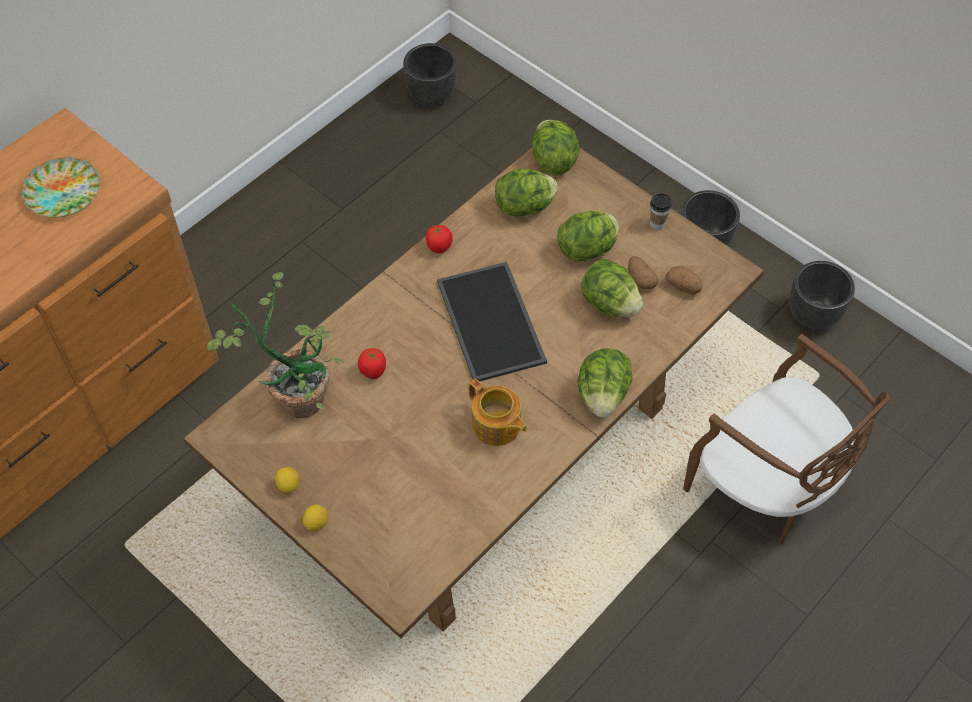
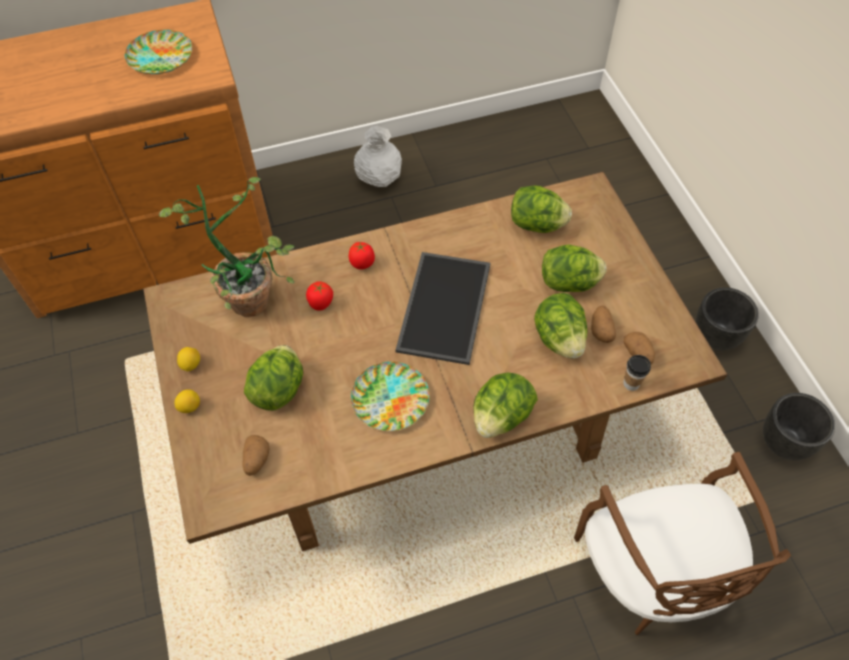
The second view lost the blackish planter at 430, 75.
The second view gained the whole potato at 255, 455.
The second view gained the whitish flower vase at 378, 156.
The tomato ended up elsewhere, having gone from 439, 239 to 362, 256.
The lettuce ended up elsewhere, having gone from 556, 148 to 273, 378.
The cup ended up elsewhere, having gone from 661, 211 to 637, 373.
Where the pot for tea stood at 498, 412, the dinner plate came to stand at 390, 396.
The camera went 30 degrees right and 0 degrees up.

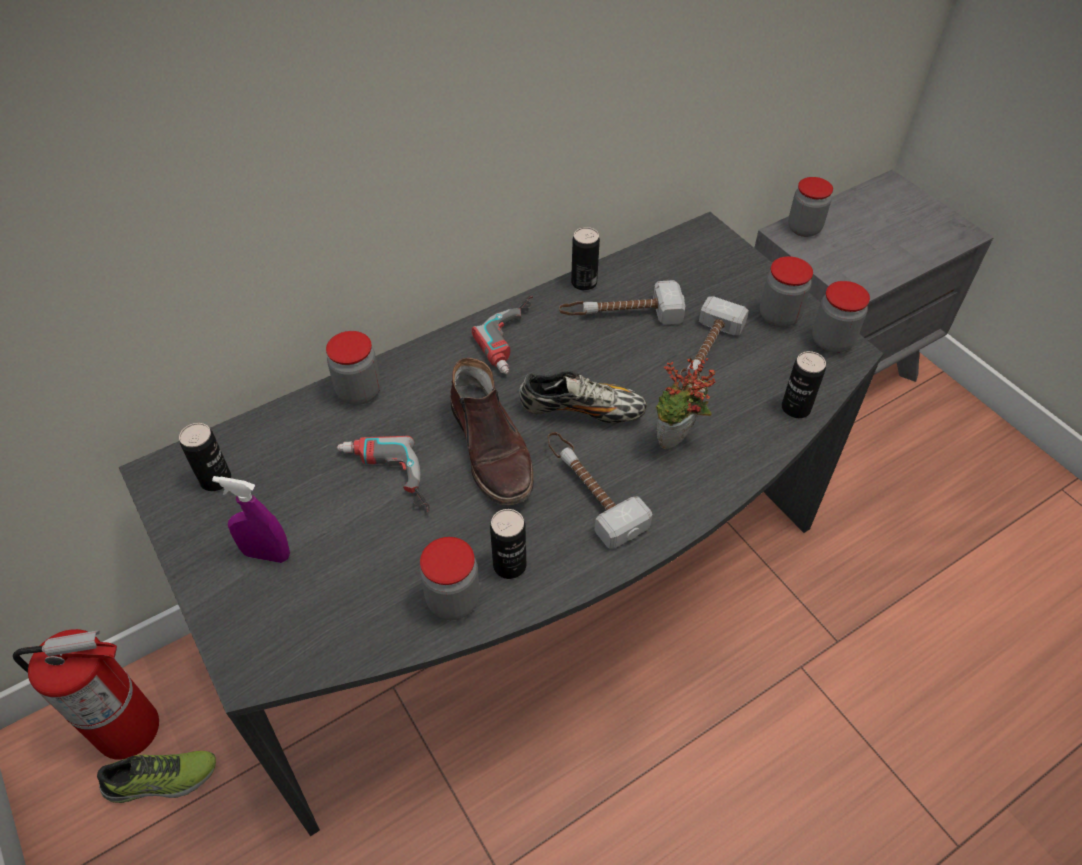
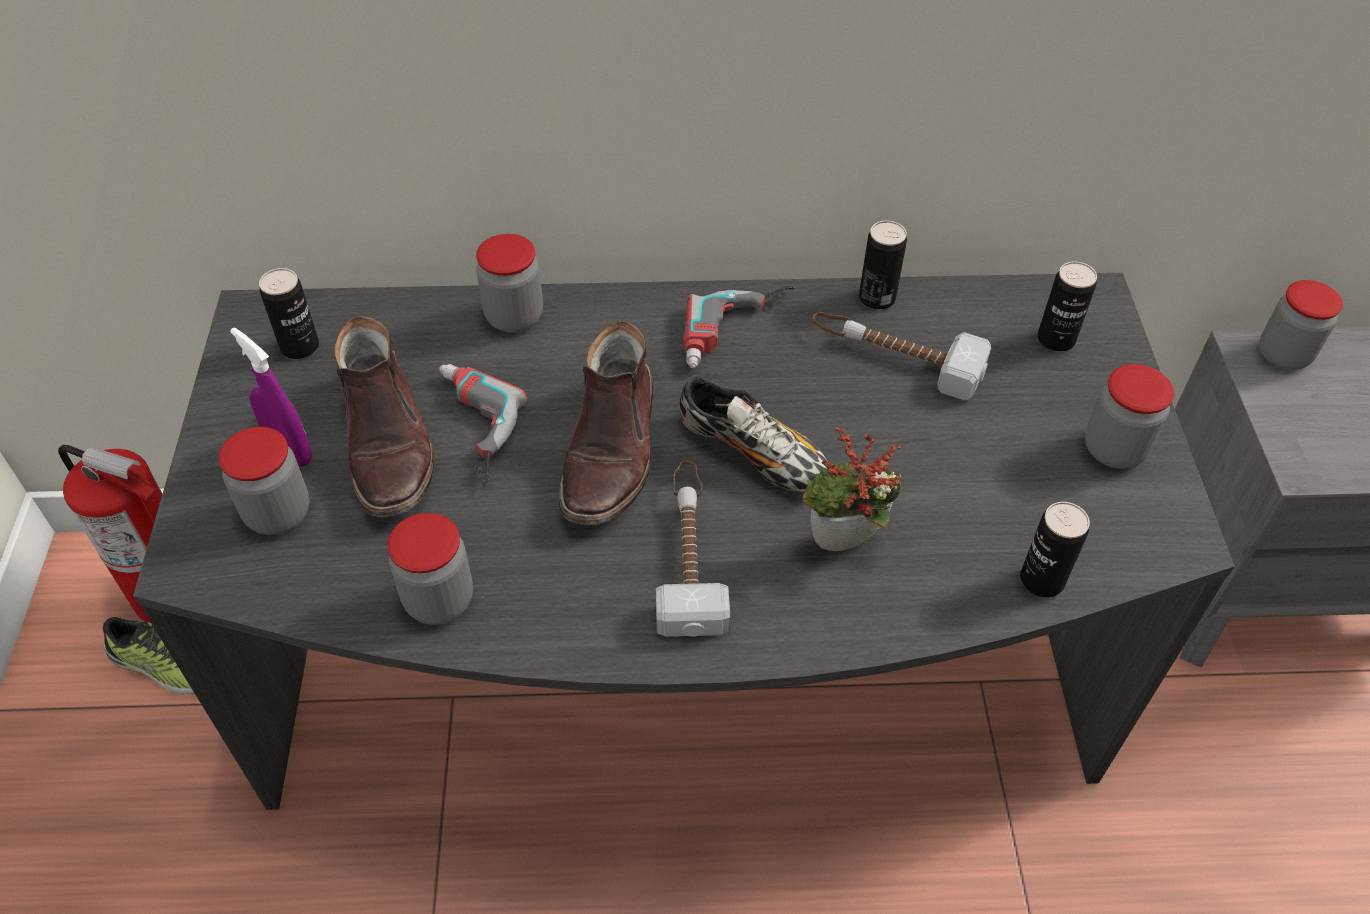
The second view lost the hammer at 713, 343.
The second view gained the brown high-top boot at 384, 416.
The sealed can ended up elsewhere, having gone from 508, 544 to 1067, 306.
The storage jar ended up elsewhere, having gone from 841, 317 to 264, 481.
The camera went 30 degrees right and 0 degrees up.

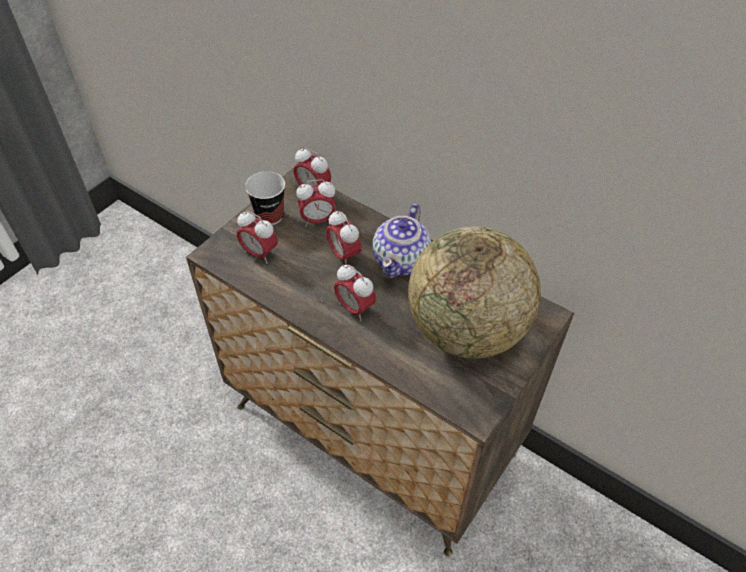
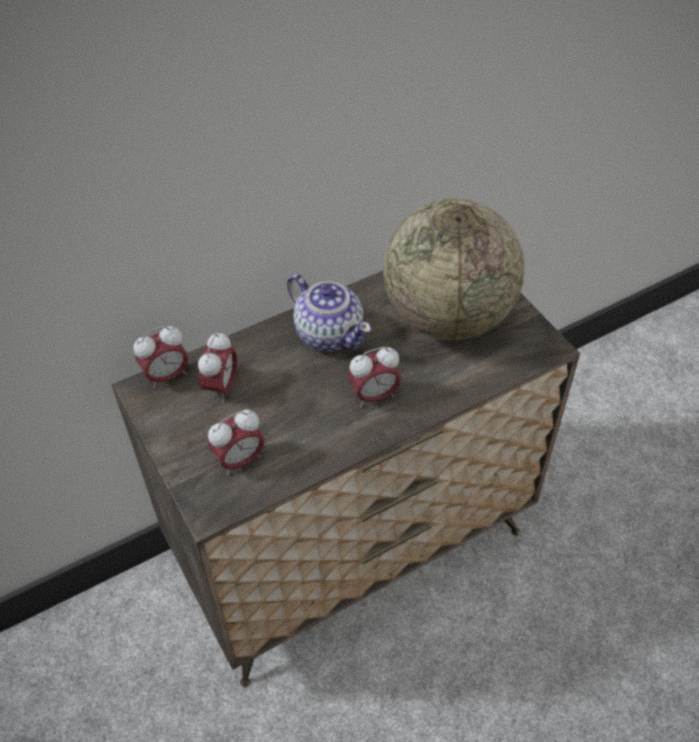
The second view lost the cup at 265, 198.
The second view lost the bedside clock at 344, 237.
The camera went 65 degrees left and 0 degrees up.

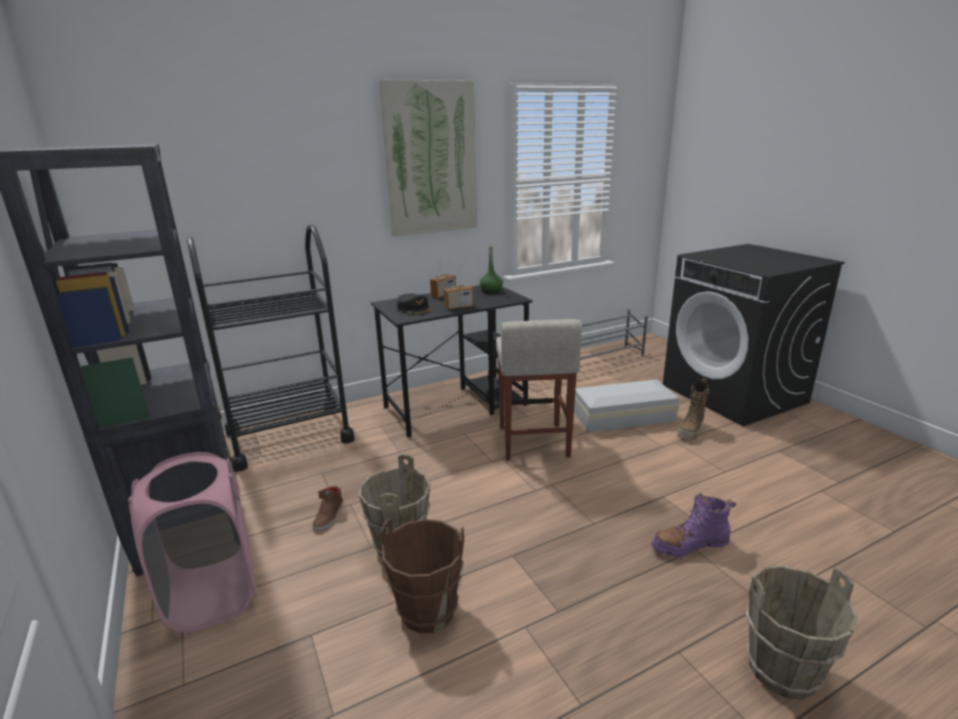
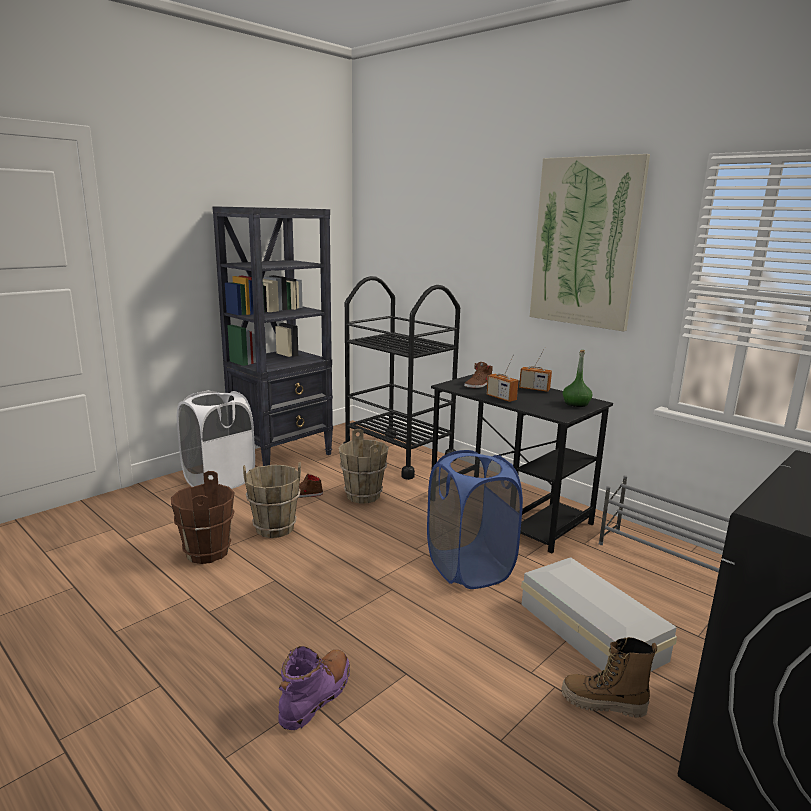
The brown pail ended up elsewhere, having gone from 802, 632 to 364, 466.
Where the blackish baseball cap stood at 414, 304, the brown low shoe came to stand at 478, 375.
Where the sand-coloured sitting stool stood at 539, 390, the blue hamper came to stand at 475, 519.
What was the pinkish hamper at 192, 542 turned into the whitish hamper at 216, 439.
The purple-coloured high-top boot at 693, 525 ended up facing another way, 60 degrees clockwise from before.
The camera went 70 degrees right and 5 degrees down.

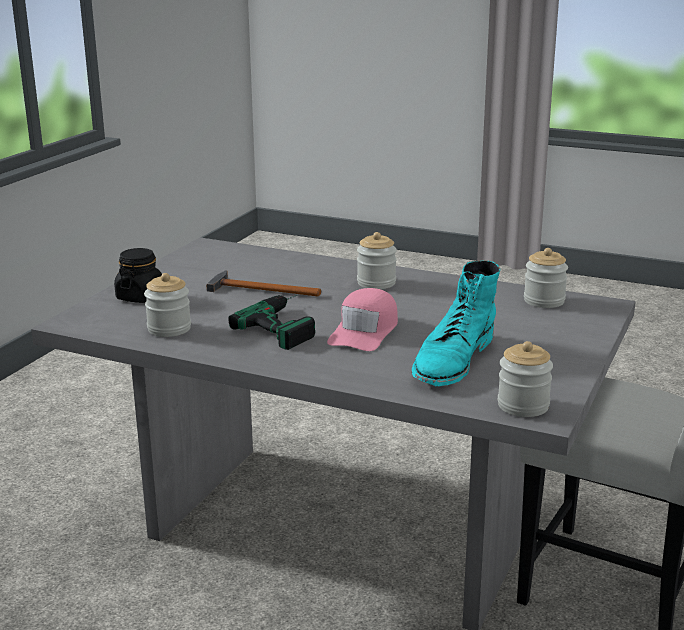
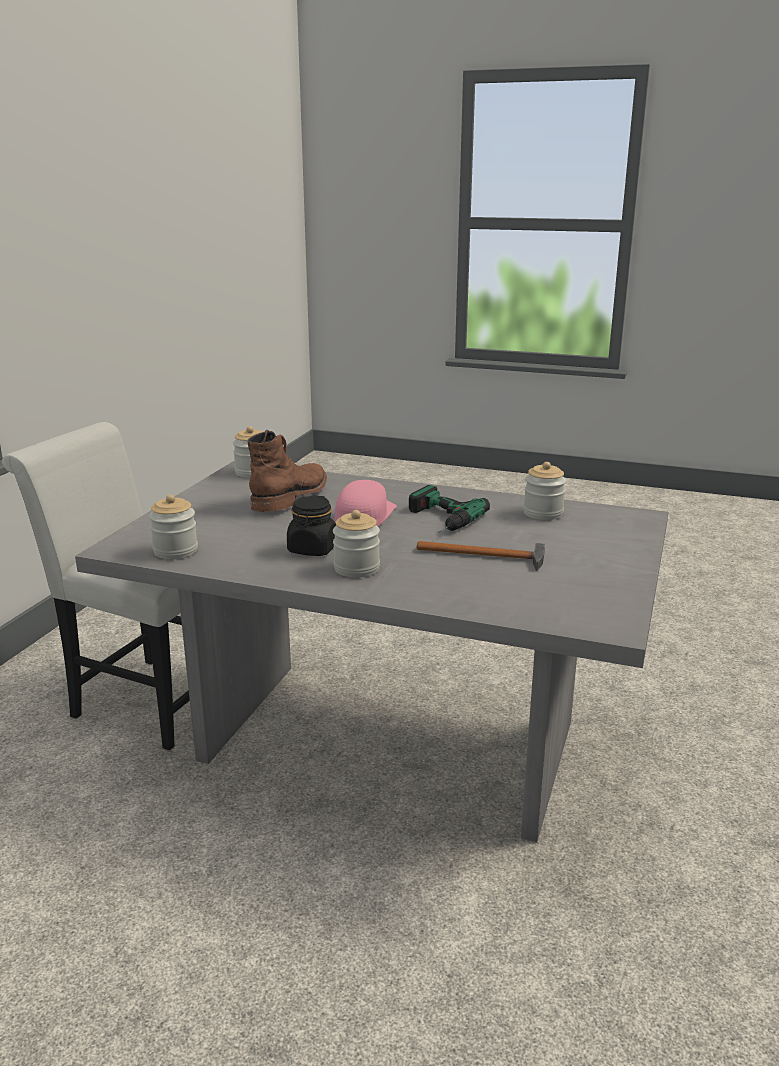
The blackish storage jar ended up elsewhere, having gone from 138, 275 to 311, 525.
What was the turquoise high-top boot at 456, 323 turned into the brown high-top boot at 287, 471.
The camera went 175 degrees right and 0 degrees up.

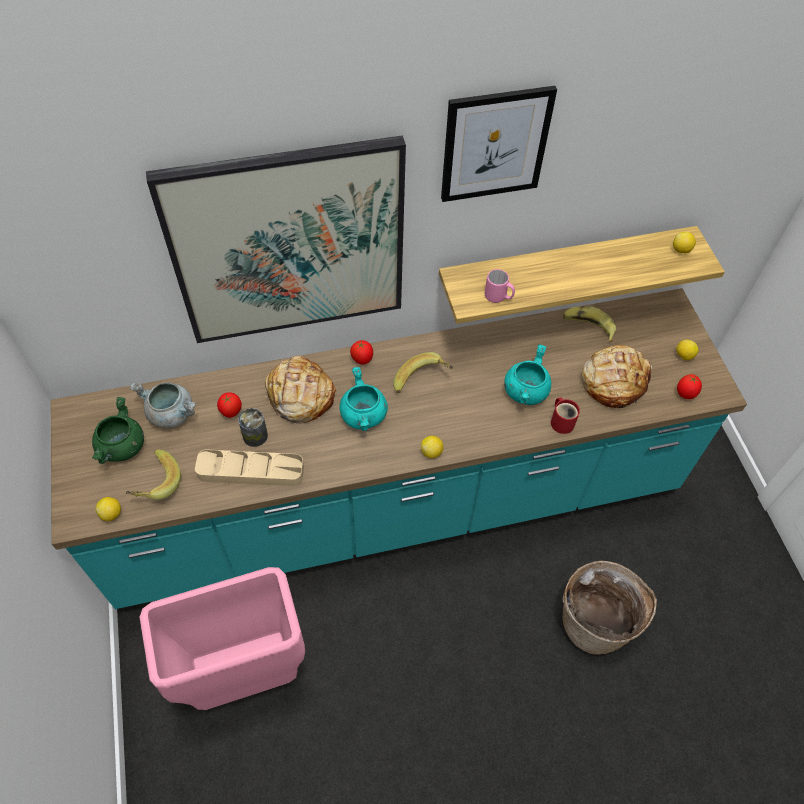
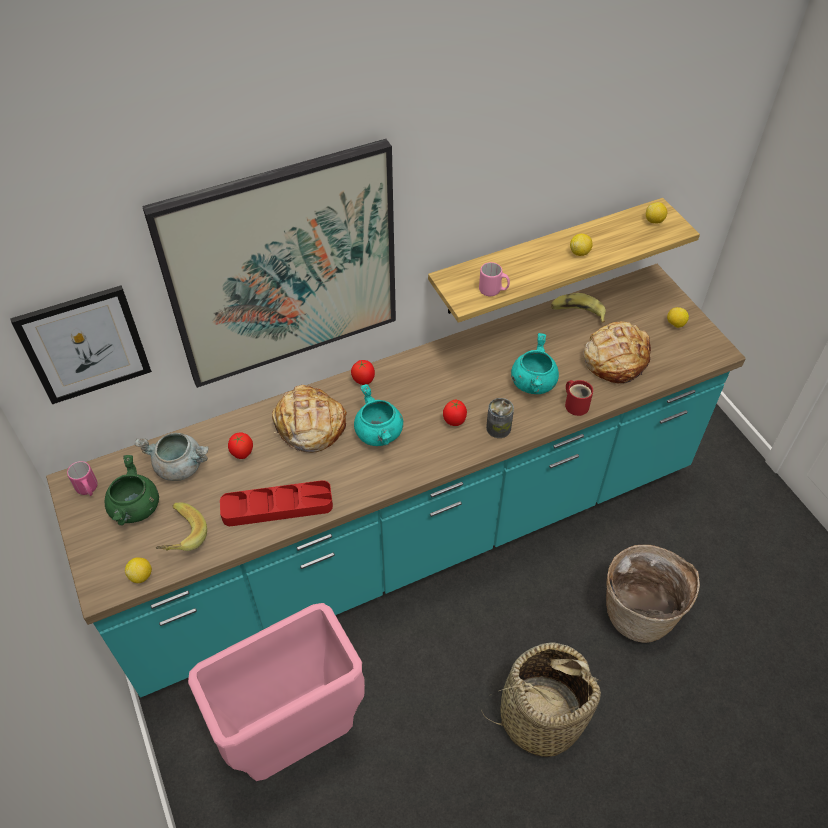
The second view lost the banana at 423, 372.
The second view gained the pinkish coffee mug at 82, 478.
The second view gained the household basket at 541, 699.
The sealed can ended up elsewhere, having gone from 253, 427 to 500, 418.
The lemon ended up elsewhere, having gone from 432, 447 to 581, 245.
The wall art ended up elsewhere, having gone from 499, 144 to 81, 344.
The tomato ended up elsewhere, having gone from 689, 386 to 455, 413.
What was the sand-coloured carrying tray at 249, 467 turned into the red-coloured carrying tray at 276, 503.
The camera went 10 degrees left and 5 degrees down.

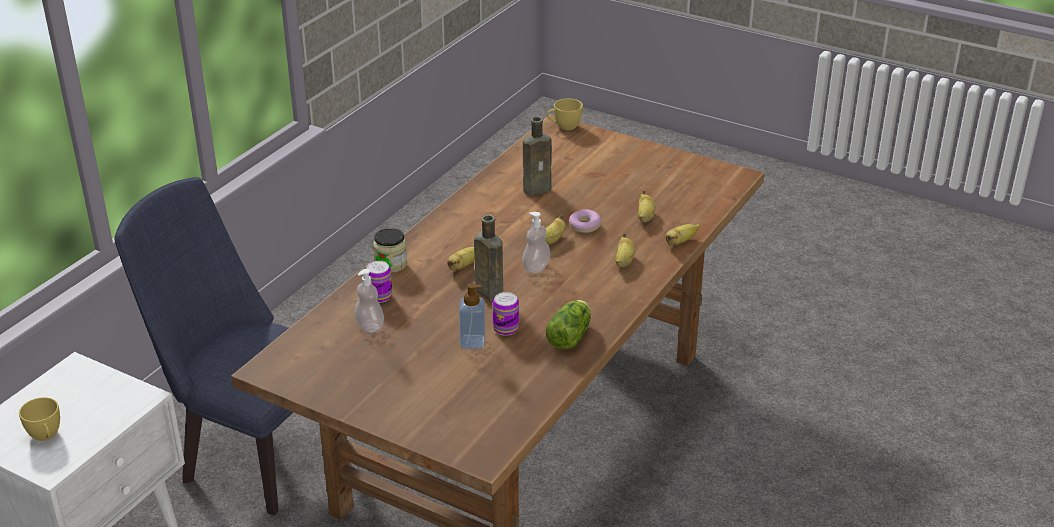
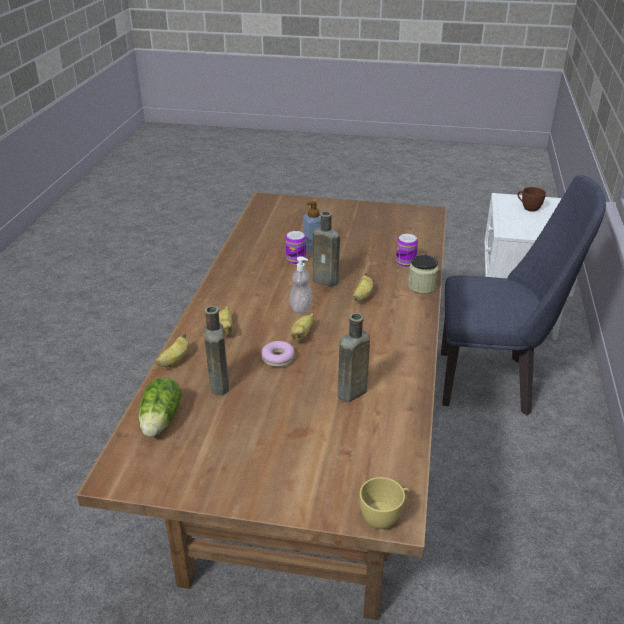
The second view lost the soap dispenser at 369, 301.
The lettuce ended up elsewhere, having gone from 568, 325 to 160, 407.
Where the banana stood at 646, 206, the brown drink bottle came to stand at 216, 350.
What was the yellowish cup at 39, 419 turned into the brown cup at 531, 199.
The camera went 160 degrees right and 0 degrees up.

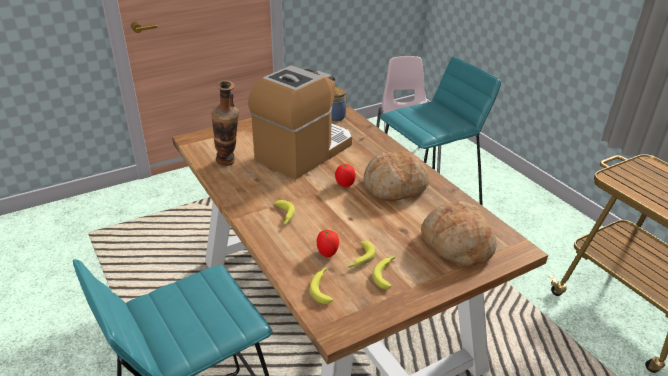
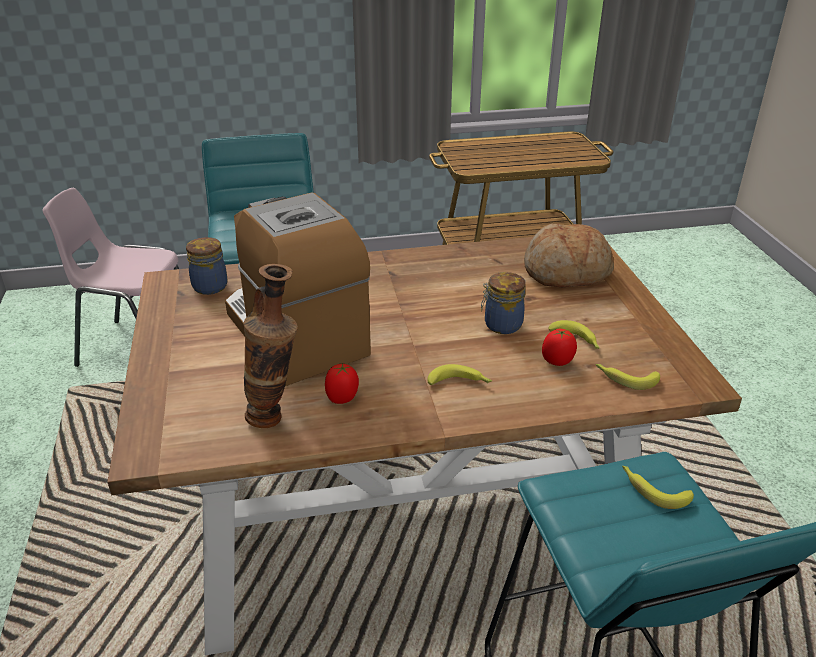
The second view lost the bakery bread at 396, 176.
The second view gained the storage jar at 503, 303.
The tomato ended up elsewhere, having gone from 345, 175 to 342, 383.
The banana ended up elsewhere, having gone from 383, 272 to 658, 487.
The camera went 70 degrees left and 0 degrees up.

